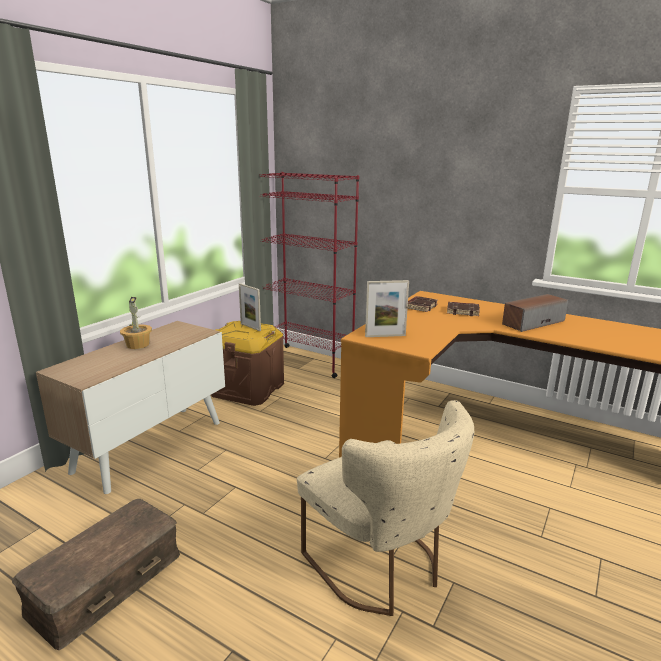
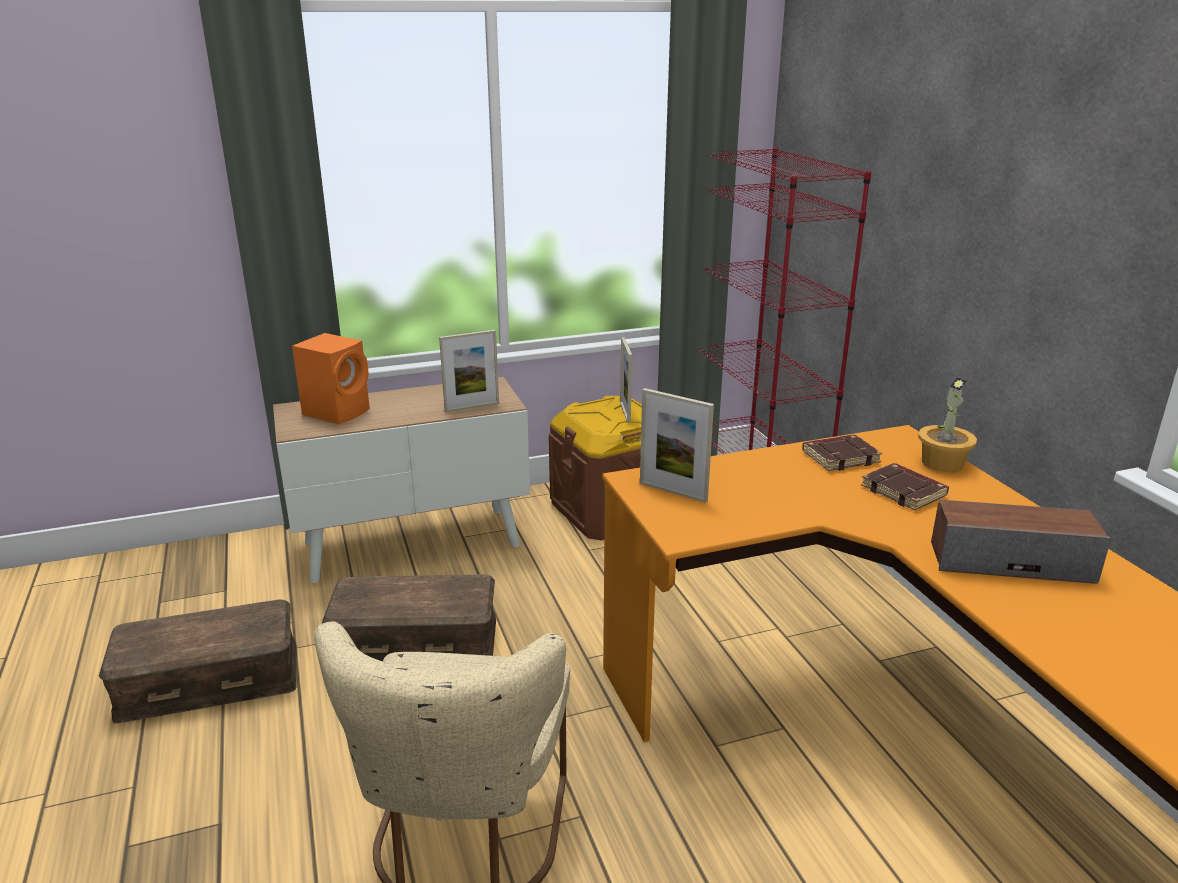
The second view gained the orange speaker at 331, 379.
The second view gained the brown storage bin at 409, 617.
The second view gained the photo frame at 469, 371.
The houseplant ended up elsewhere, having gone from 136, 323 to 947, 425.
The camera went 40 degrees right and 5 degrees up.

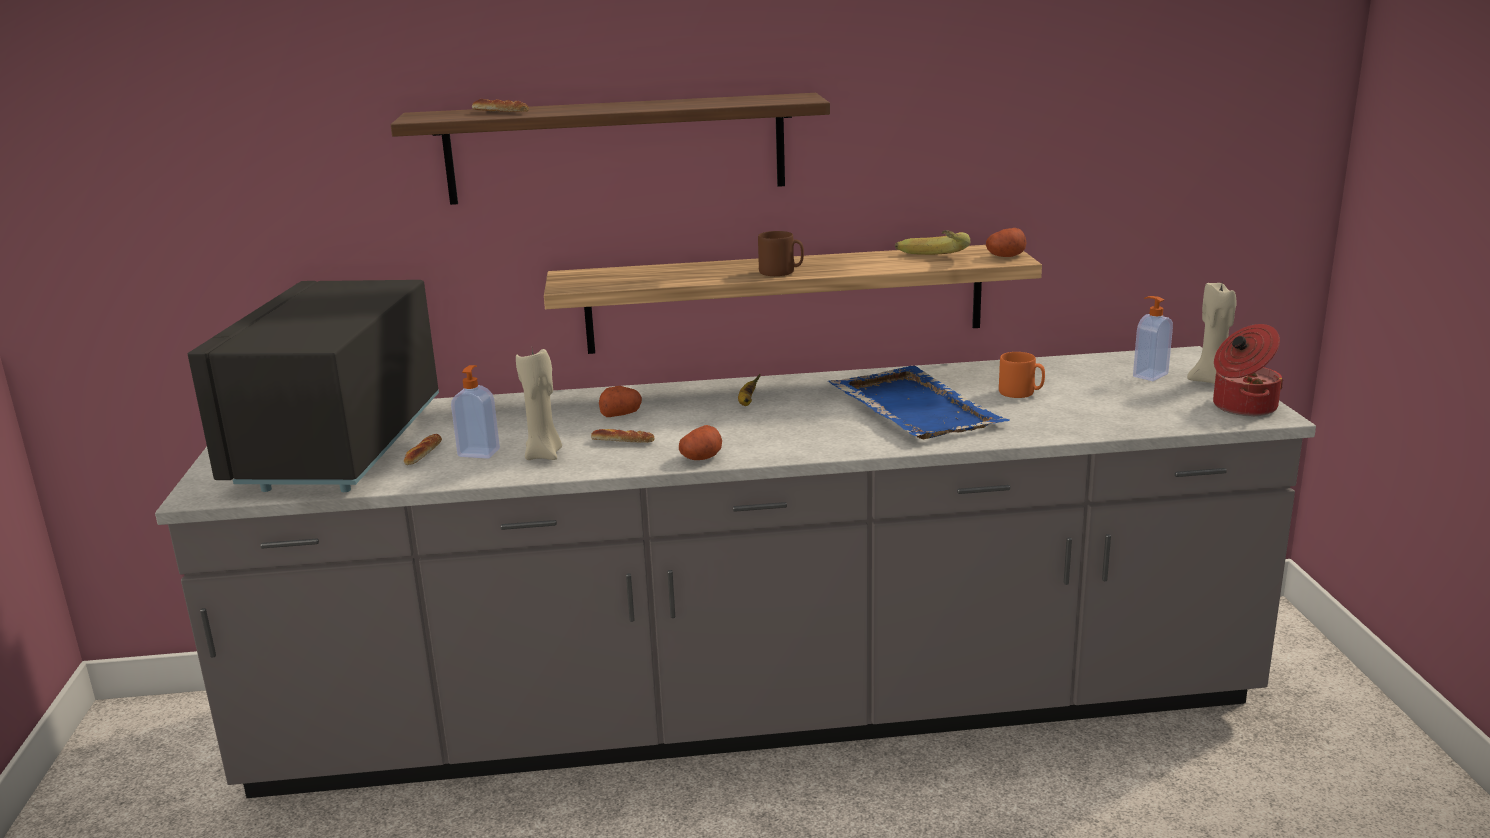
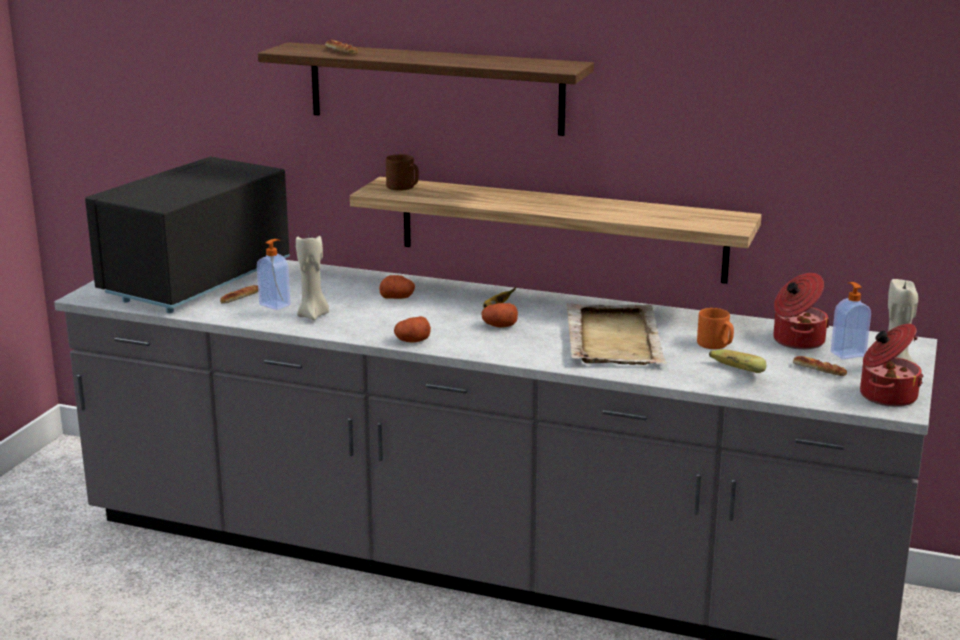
The second view gained the stockpot at 801, 311.
The bakery bread ended up elsewhere, having gone from 622, 436 to 820, 366.
The brown coffee mug ended up elsewhere, having gone from 781, 253 to 402, 172.
The banana ended up elsewhere, having gone from 932, 242 to 737, 361.
The whole potato ended up elsewhere, having gone from 1006, 242 to 499, 315.
What was the blue carrying tray at 919, 402 turned into the sand-coloured carrying tray at 617, 334.
The camera went 25 degrees right and 0 degrees up.

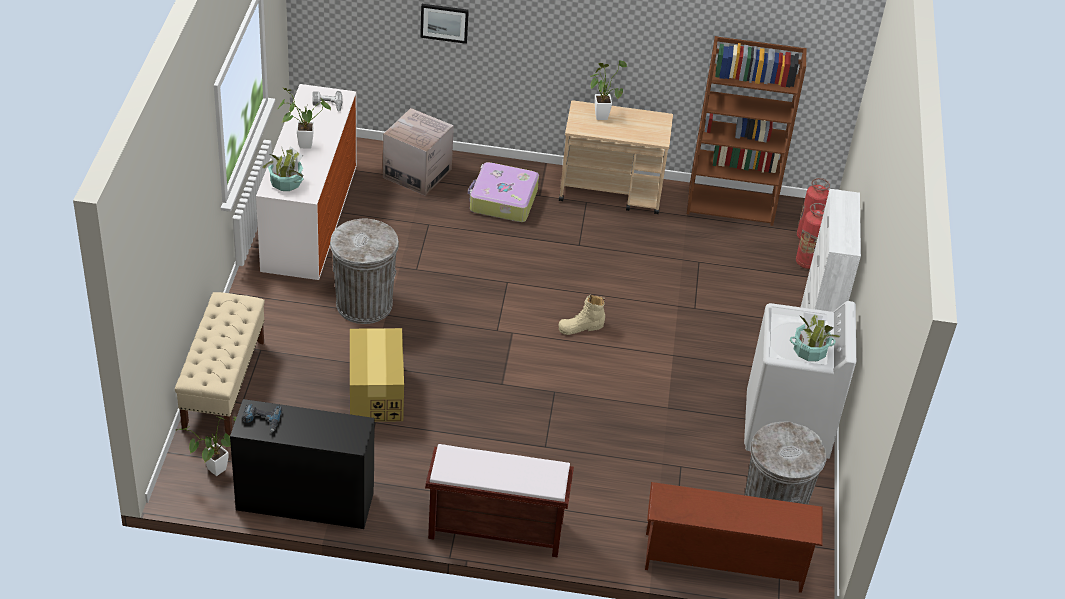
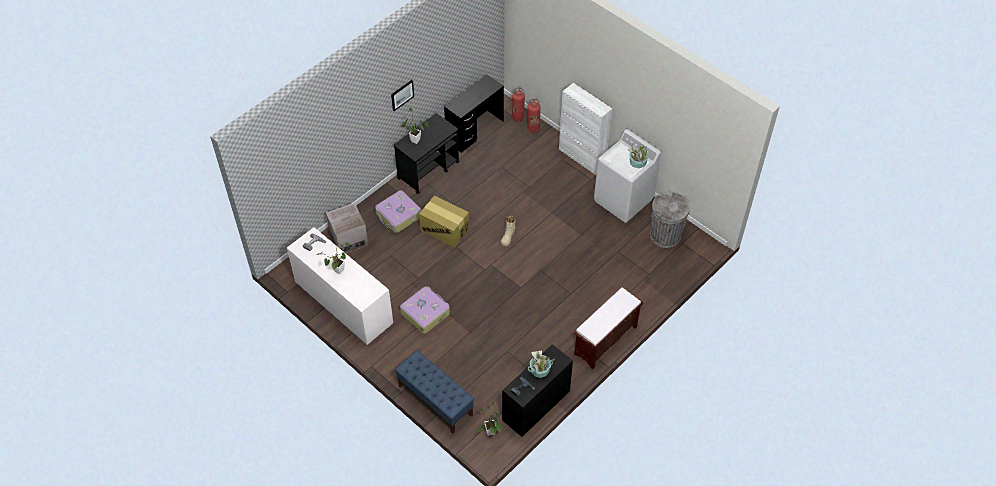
The second view lost the brown shoe rack at 734, 537.
The houseplant ended up elsewhere, having gone from 282, 168 to 541, 364.
The carton ended up elsewhere, having gone from 377, 375 to 444, 221.
The wall art ended up elsewhere, having gone from 444, 24 to 402, 95.
Where the greyish waste bin stood at 364, 271, the travel case came to stand at 425, 310.
Where the brown bookshelf stood at 747, 131, the blackish desk came to stand at 474, 114.
What was the sand-coloured long seat at 220, 364 turned into the blue long seat at 434, 392.
What was the sand-coloured trolley at 616, 157 turned into the blackish trolley at 426, 153.
The camera went 50 degrees left and 10 degrees up.

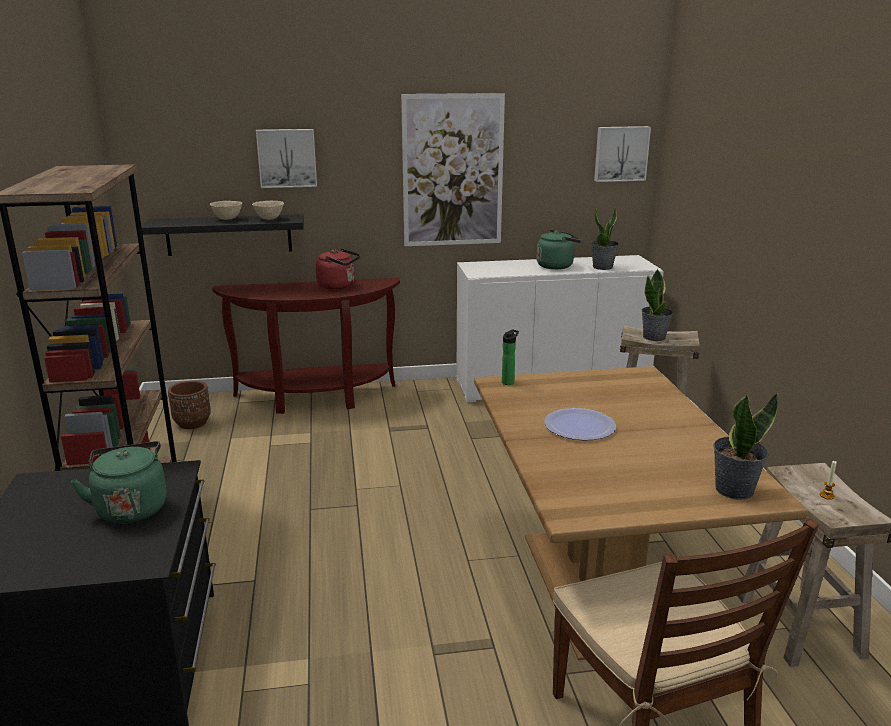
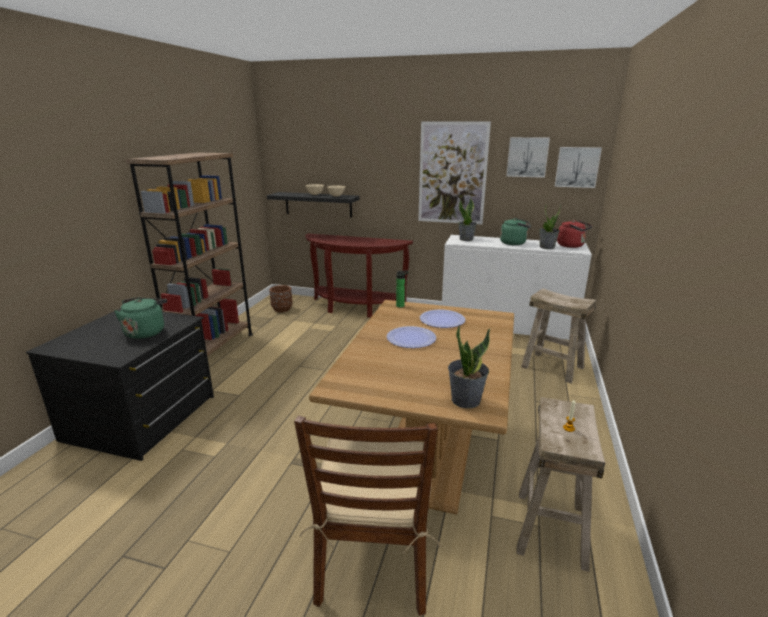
The second view gained the dinner plate at 443, 319.
The wall art ended up elsewhere, having gone from 286, 158 to 528, 157.
The red-coloured kettle ended up elsewhere, having gone from 338, 268 to 574, 234.
The houseplant ended up elsewhere, having gone from 657, 305 to 467, 219.
The camera went 25 degrees right and 0 degrees up.

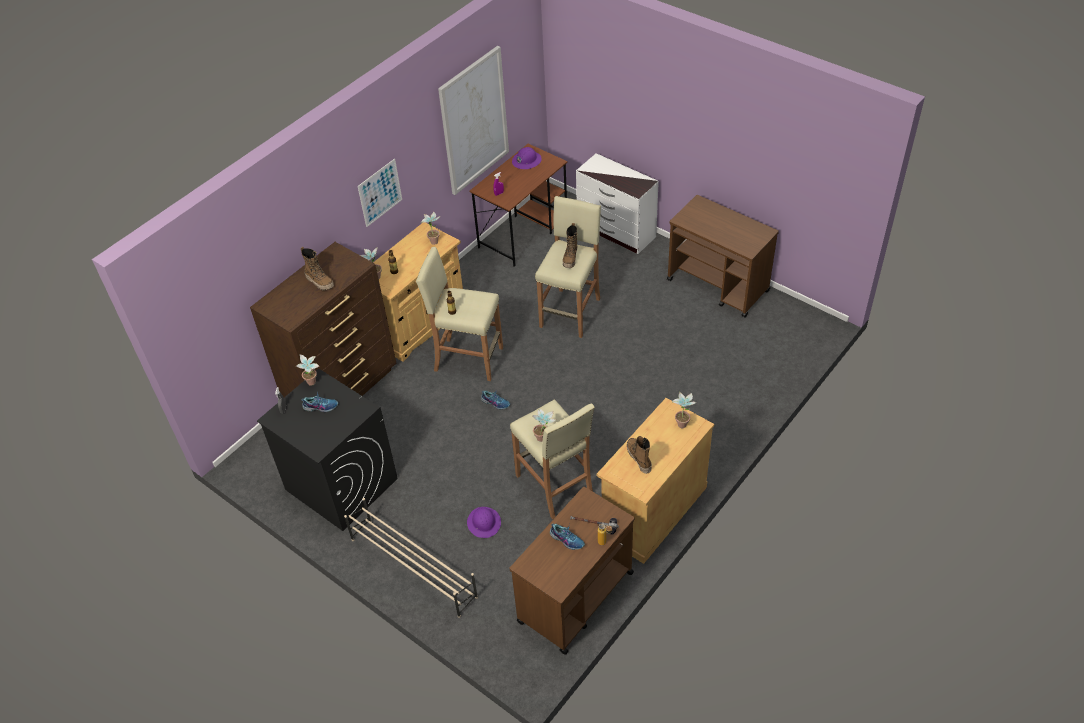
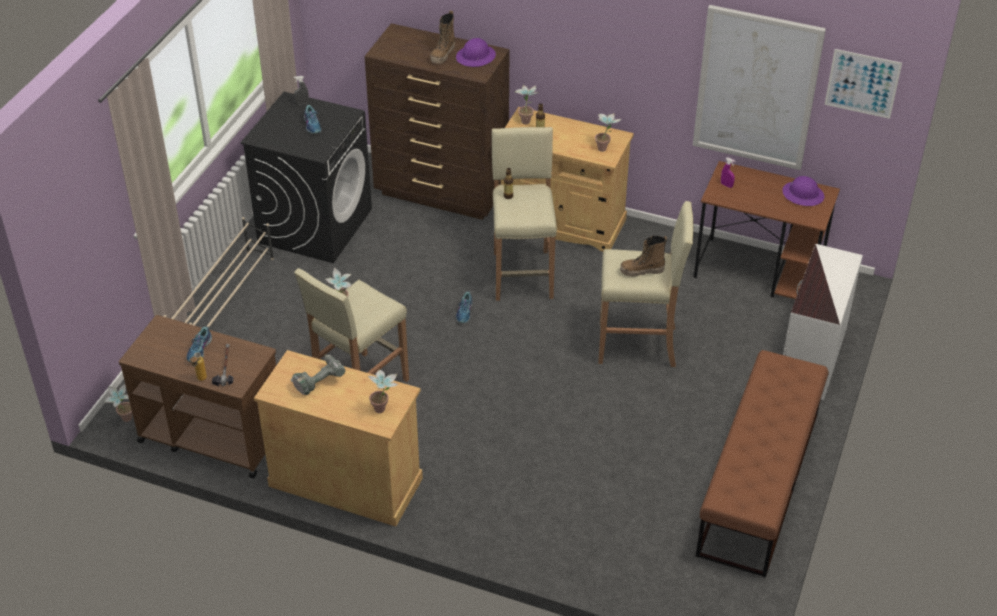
The houseplant ended up elsewhere, having gone from 307, 370 to 118, 403.
The wall art ended up elsewhere, having gone from 380, 193 to 863, 84.
The purple-coloured hard hat ended up elsewhere, having gone from 484, 522 to 476, 52.
Where the high-top boot stood at 639, 455, the drill came to stand at 318, 374.
Where the brown trolley stood at 723, 256, the brown long seat came to stand at 762, 464.
The camera went 70 degrees right and 5 degrees down.

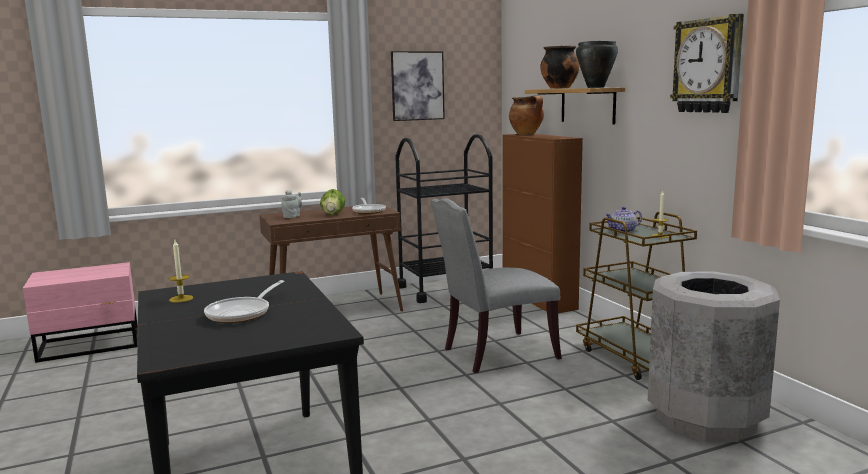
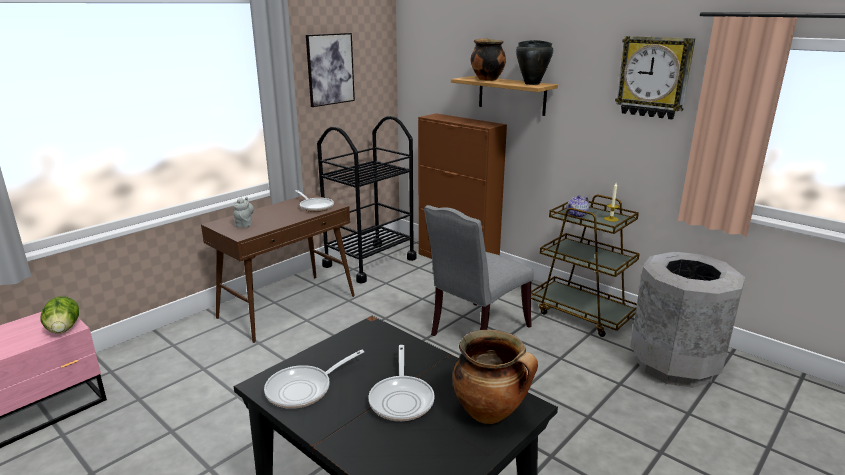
The lettuce ended up elsewhere, having gone from 332, 202 to 60, 314.
The stockpot ended up elsewhere, having gone from 526, 114 to 495, 377.
Where the wax candle stood at 181, 271, the pan came to stand at 314, 379.
The camera went 25 degrees left and 10 degrees up.

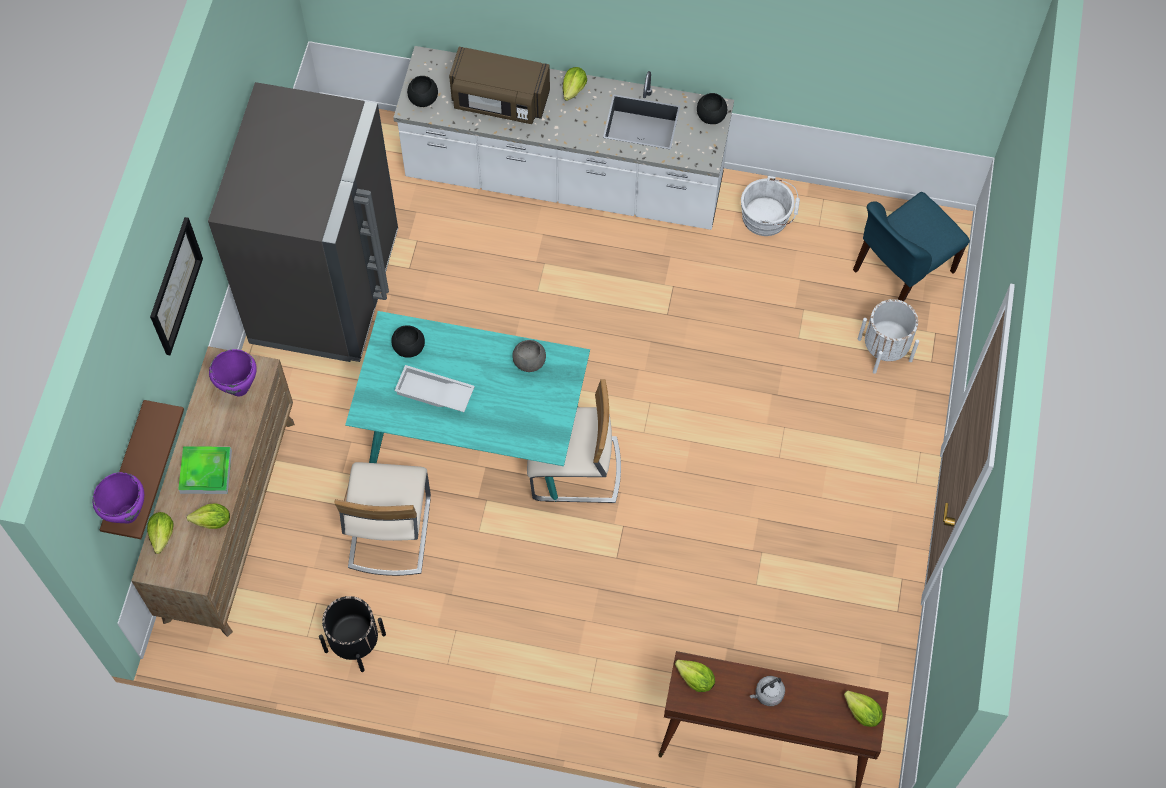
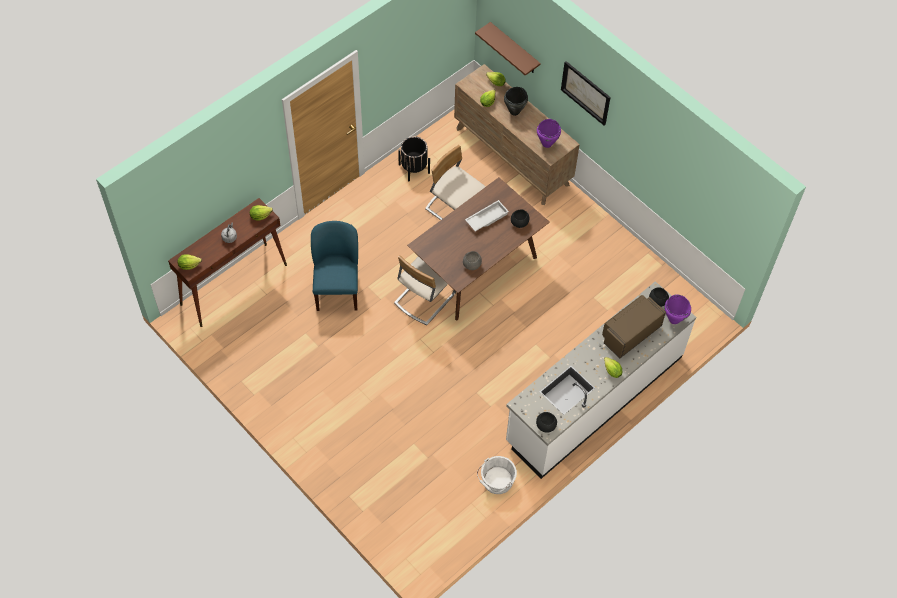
The second view lost the greyish fridge at 303, 222.
The second view lost the whitish planter at 888, 336.
The purple-coloured stockpot ended up elsewhere, having gone from 118, 498 to 678, 309.
The blue upright chair ended up elsewhere, having gone from 911, 246 to 334, 266.
Where the carrying tray stood at 205, 470, the blackish stockpot came to stand at 516, 101.
What was the turquoise kitchen table at 467, 405 turned into the brown kitchen table at 478, 249.
The camera went 125 degrees right and 5 degrees down.

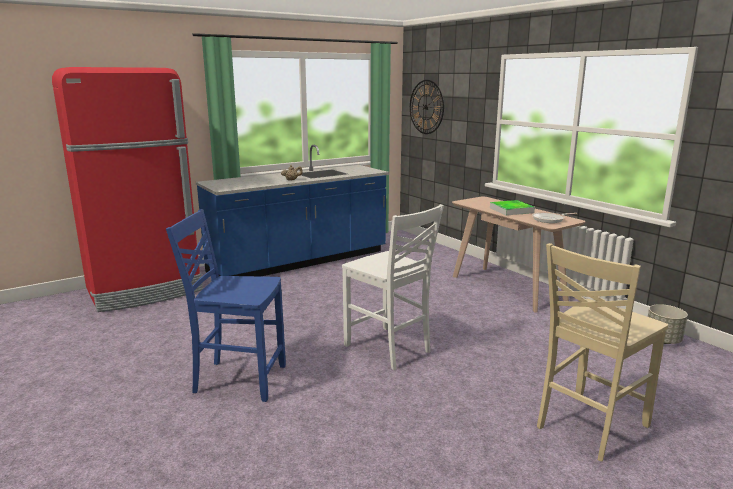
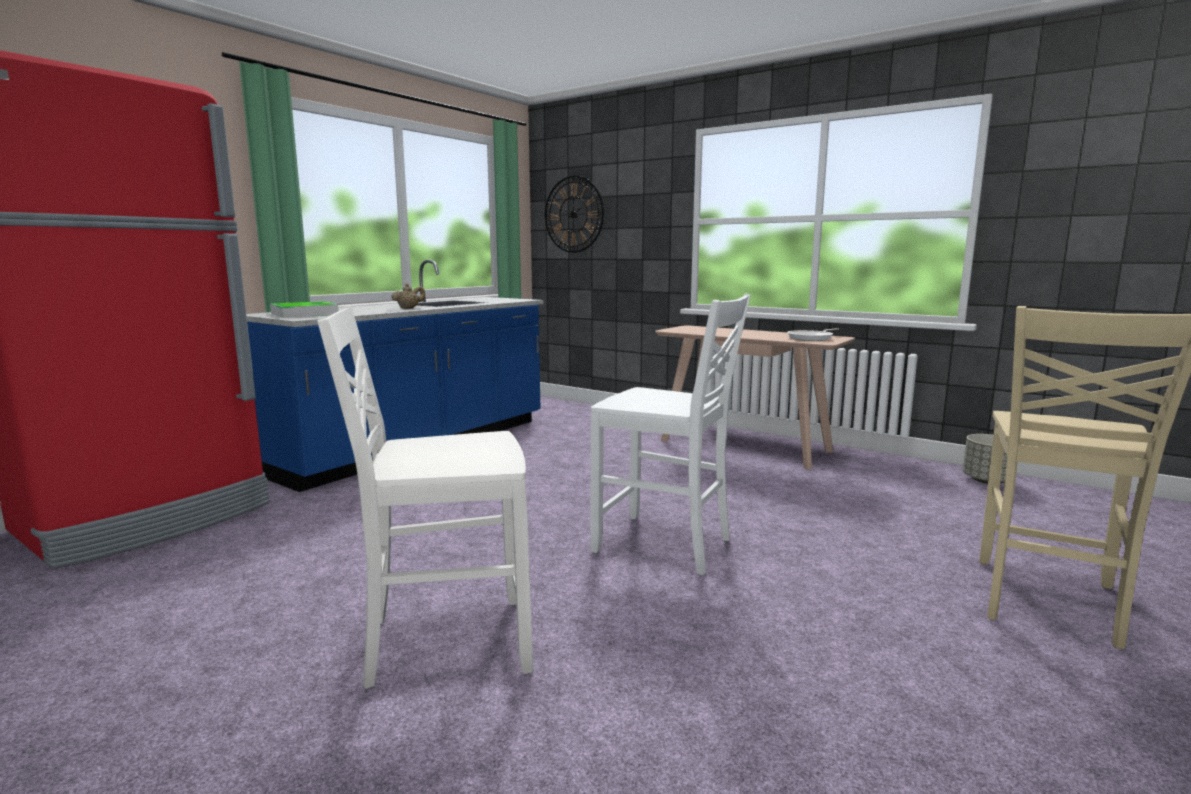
The carrying tray ended up elsewhere, having gone from 512, 207 to 304, 309.
What was the blue upright chair at 226, 305 turned into the whitish upright chair at 425, 497.
The camera went 20 degrees left and 5 degrees down.

